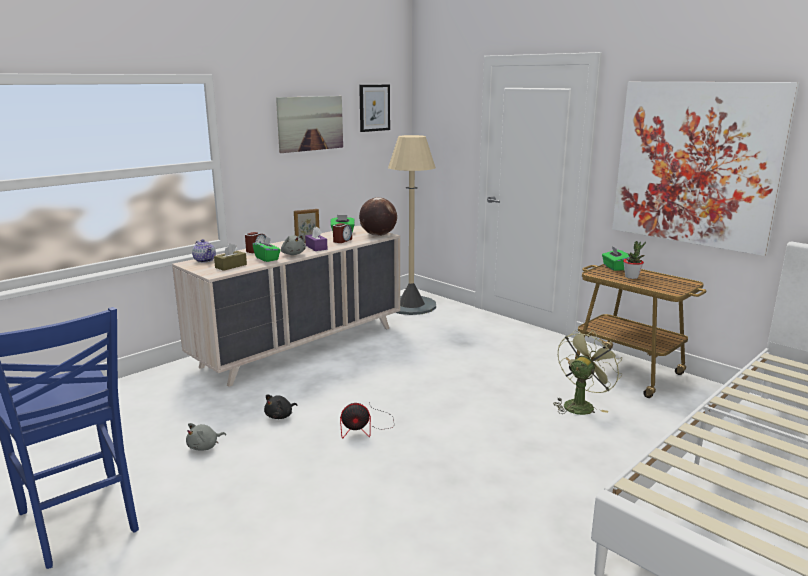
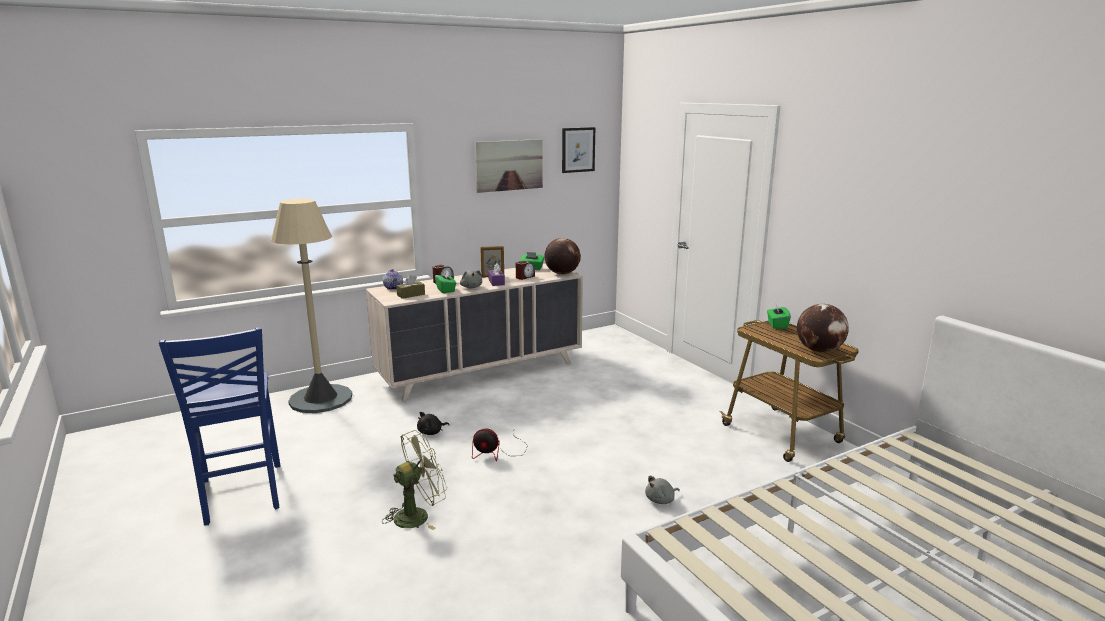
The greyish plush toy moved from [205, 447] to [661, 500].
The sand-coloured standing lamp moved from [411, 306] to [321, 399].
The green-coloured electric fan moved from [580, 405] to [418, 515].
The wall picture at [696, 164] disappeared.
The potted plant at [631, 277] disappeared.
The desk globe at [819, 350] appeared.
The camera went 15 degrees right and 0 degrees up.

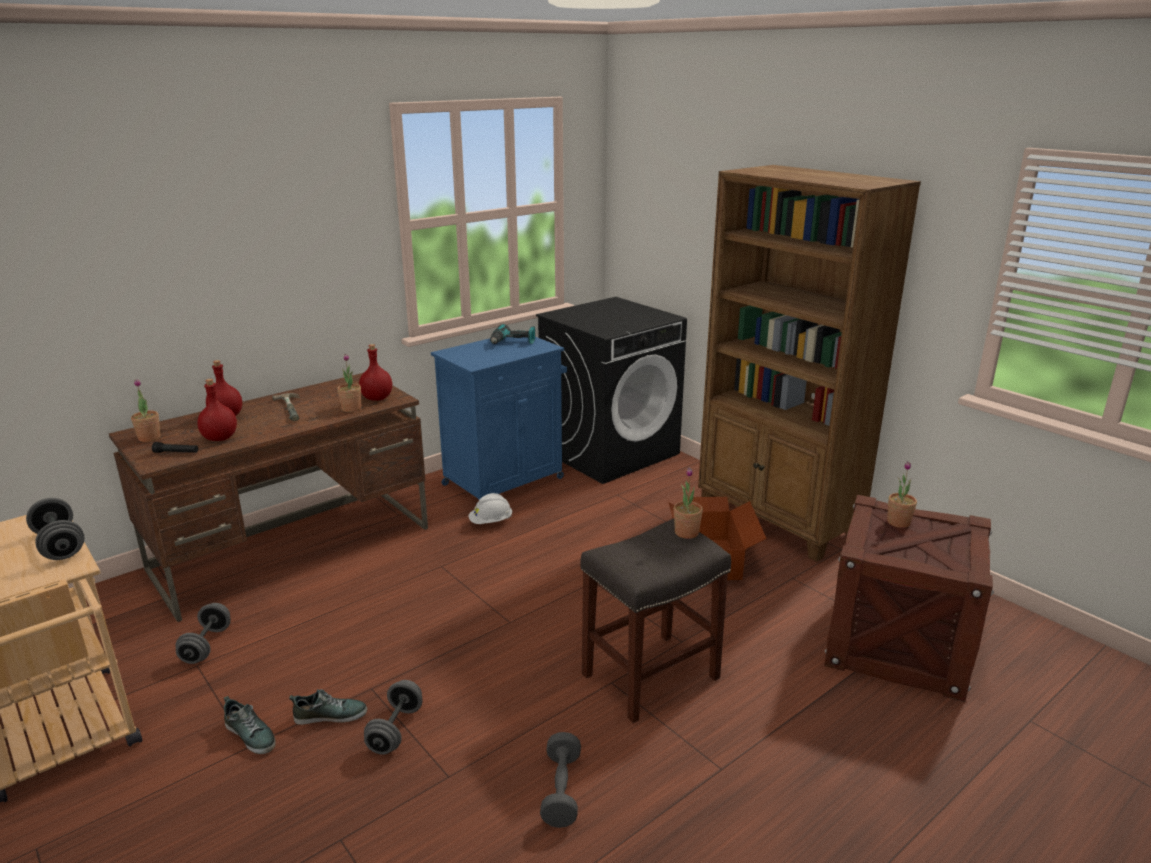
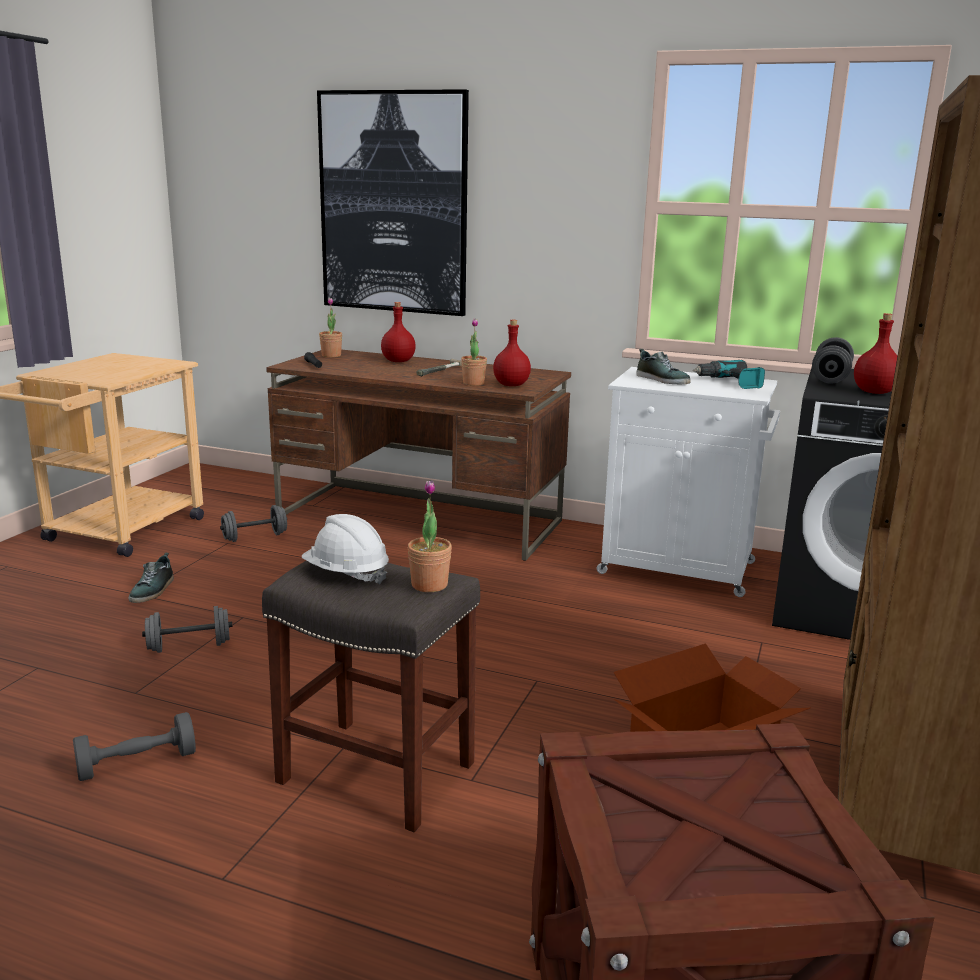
The greyish dumbbell moved from [60, 545] to [830, 378].
The red drink bottle moved from [220, 438] to [875, 392].
The item of footwear moved from [330, 715] to [663, 380].
The blue-coloured storage cabinet at [505, 481] became the white storage cabinet at [680, 568].
The white hard hat moved from [491, 522] to [346, 574].
The potted plant at [898, 522] disappeared.
The wall picture at [393, 204] appeared.
The camera went 60 degrees right and 5 degrees down.

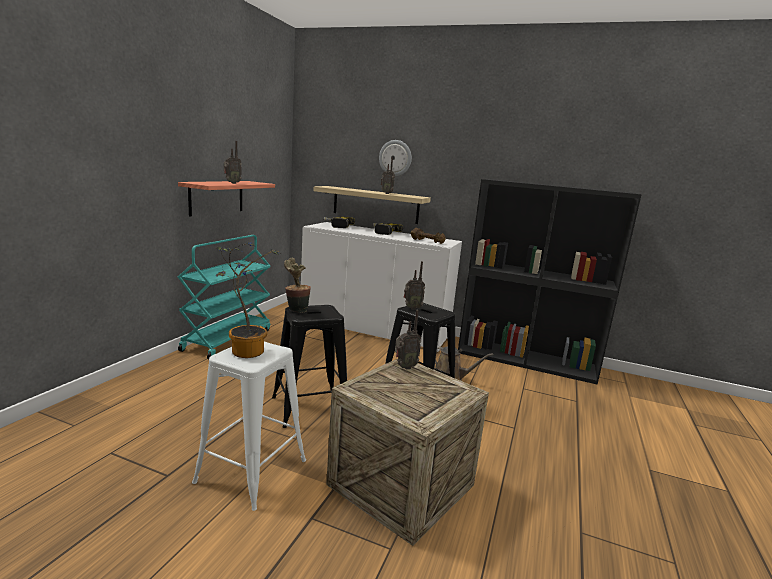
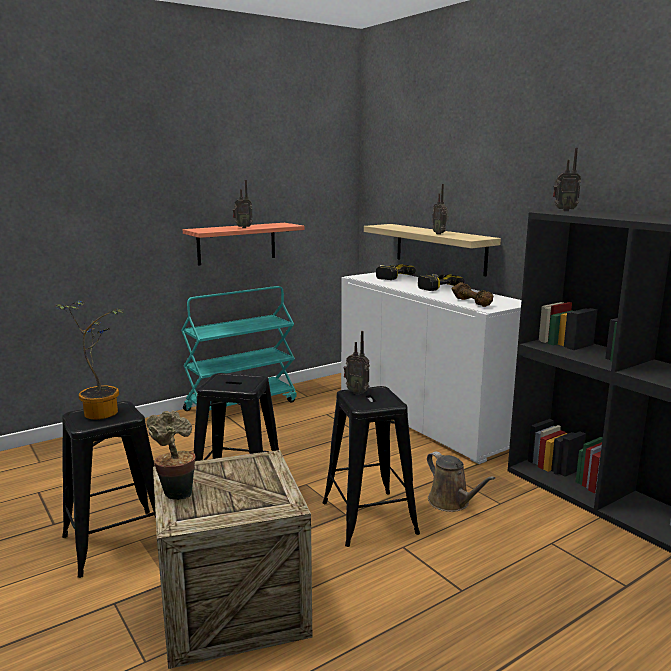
The white stool seat at [252, 470] became the blackish stool seat at [117, 541].
The potted plant moved from [296, 310] to [176, 492].
The wall clock at [395, 158] disappeared.
The radio set moved from [404, 367] to [563, 210].
The camera went 35 degrees right and 0 degrees up.

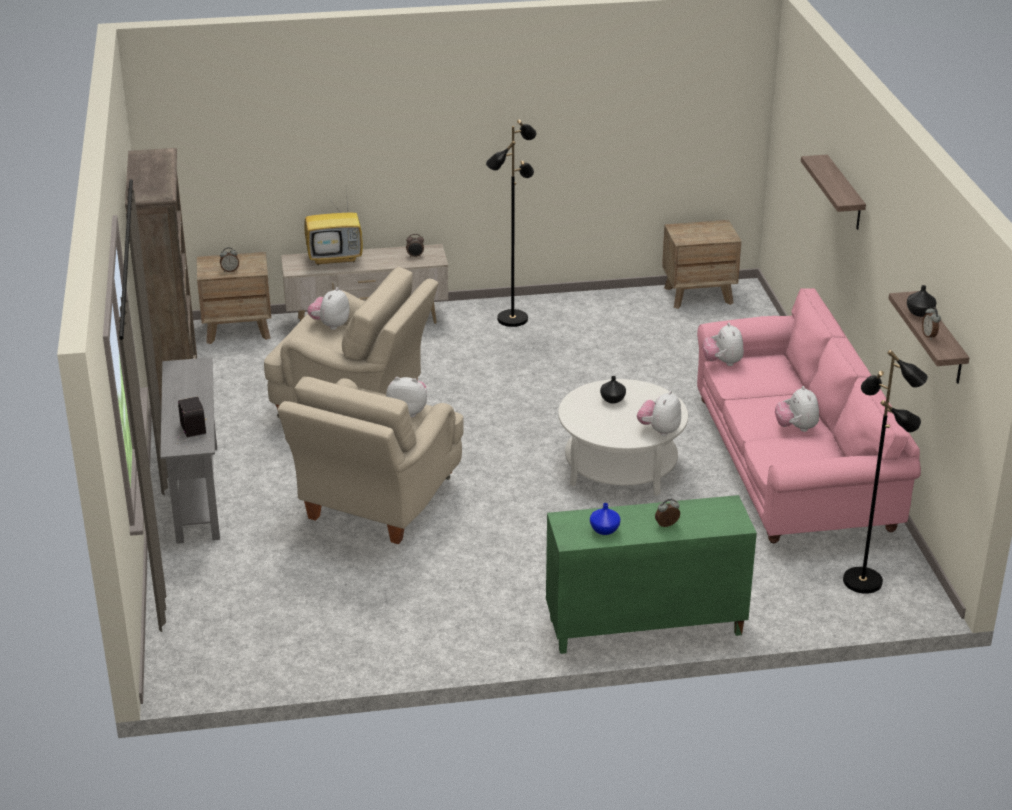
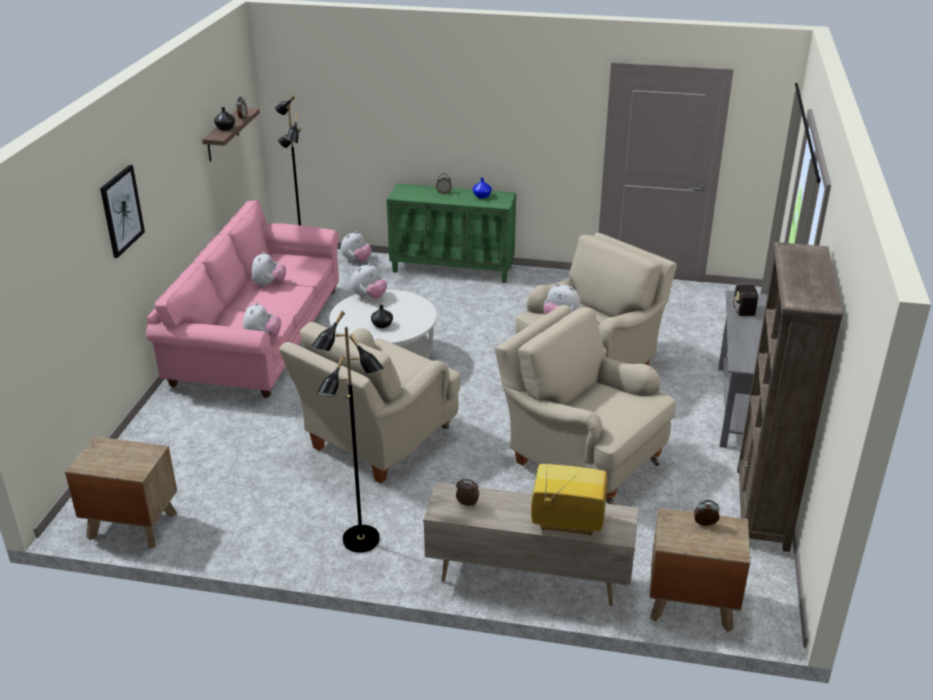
The plush toy moved from [330, 325] to [356, 260].
The bracket shelf at [844, 193] was replaced by the wall picture at [121, 211].
The sand-coloured armchair at [377, 443] appeared.
The camera went 160 degrees left and 0 degrees up.

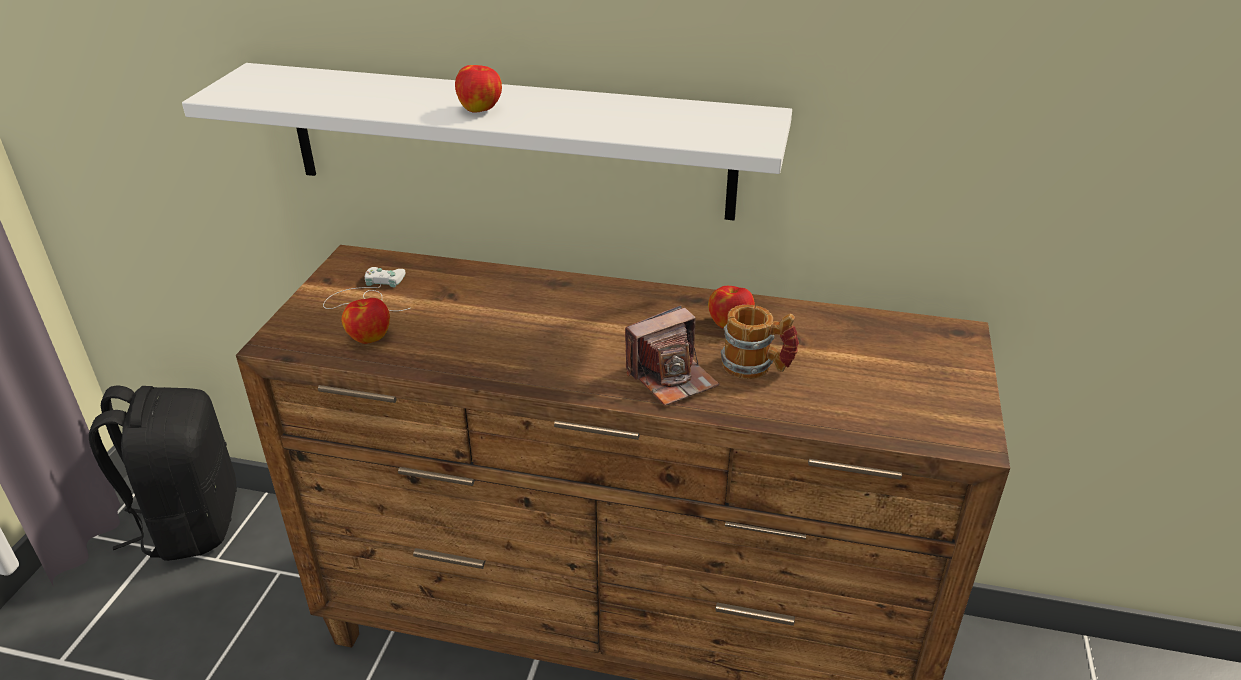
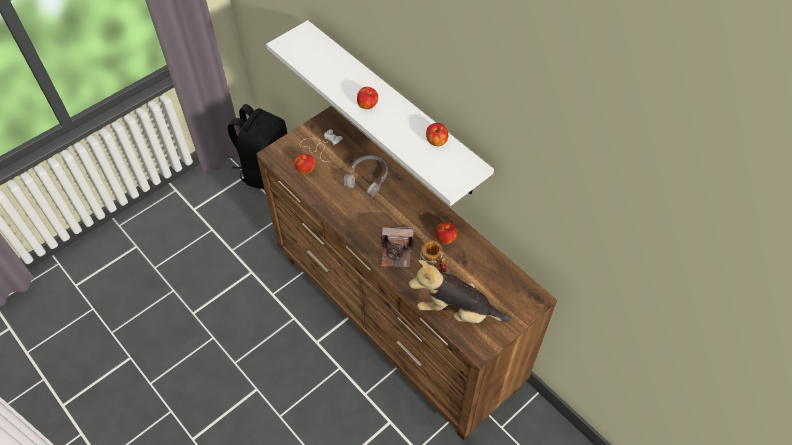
The greyish pair of headphones at [368, 178] appeared.
The plush toy at [456, 311] appeared.
The apple at [436, 142] appeared.
The camera went 35 degrees right and 20 degrees up.

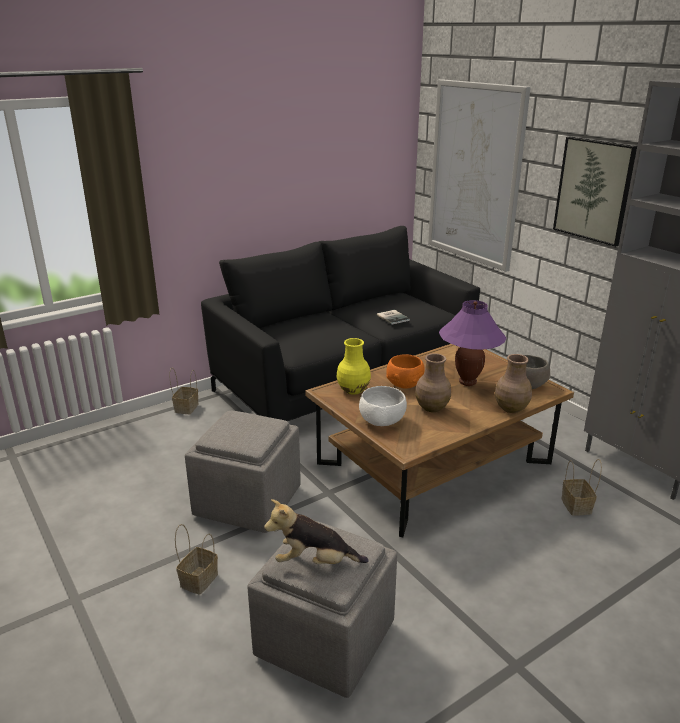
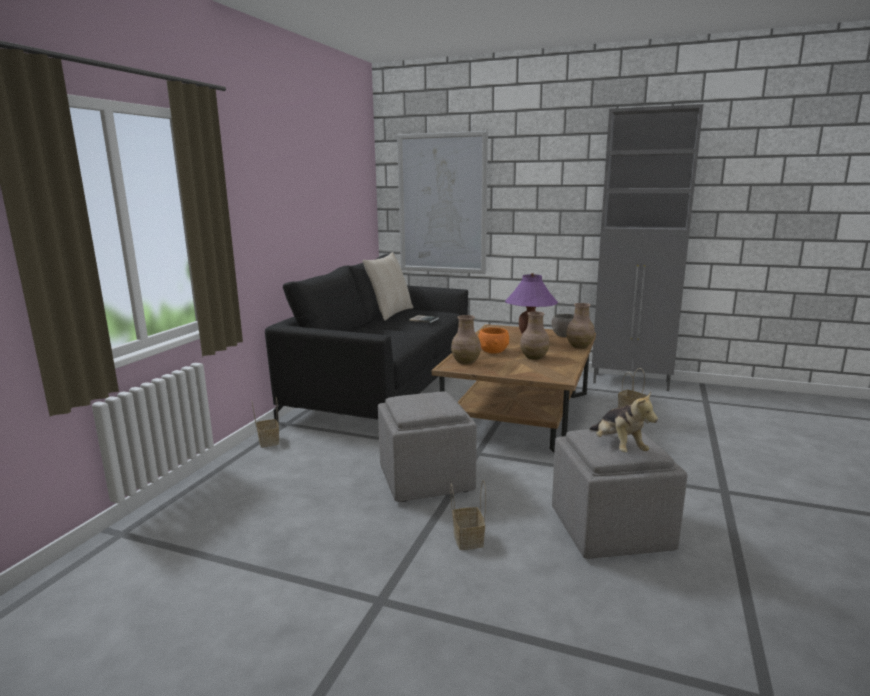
The plush toy at [314, 562] turned 75 degrees counterclockwise.
The yellow-coloured vase at [353, 390] became the brown vase at [466, 361].
The white deep dish at [381, 421] disappeared.
The wall picture at [594, 190] disappeared.
The sand-coloured pillow at [390, 313] appeared.
The camera went 35 degrees left and 10 degrees down.

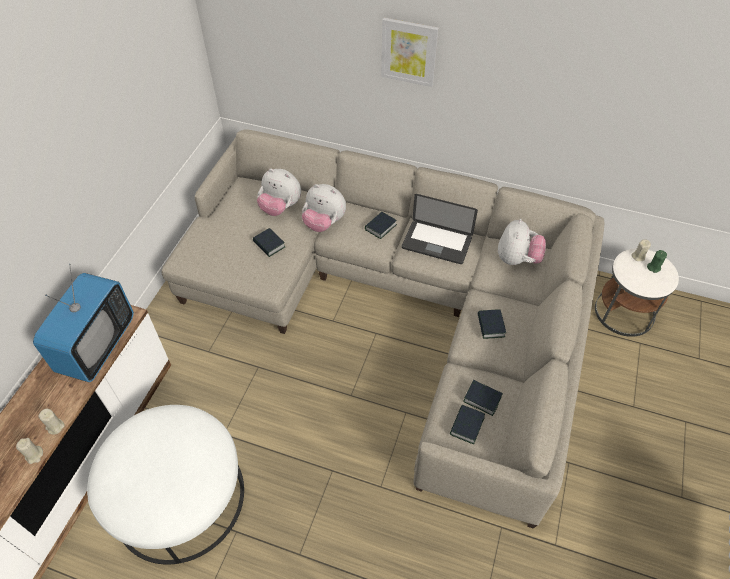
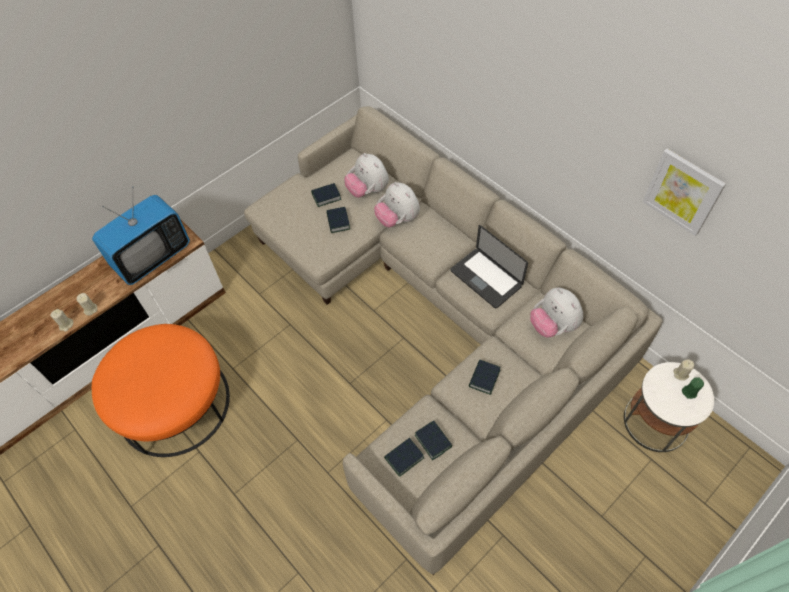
The white ottoman at [179, 497] became the orangey ottoman at [174, 403].
The bound book moved from [380, 227] to [326, 197].
The wall picture moved from [409, 51] to [683, 191].
The plush toy at [517, 259] turned 105 degrees clockwise.
The camera went 30 degrees right and 5 degrees up.

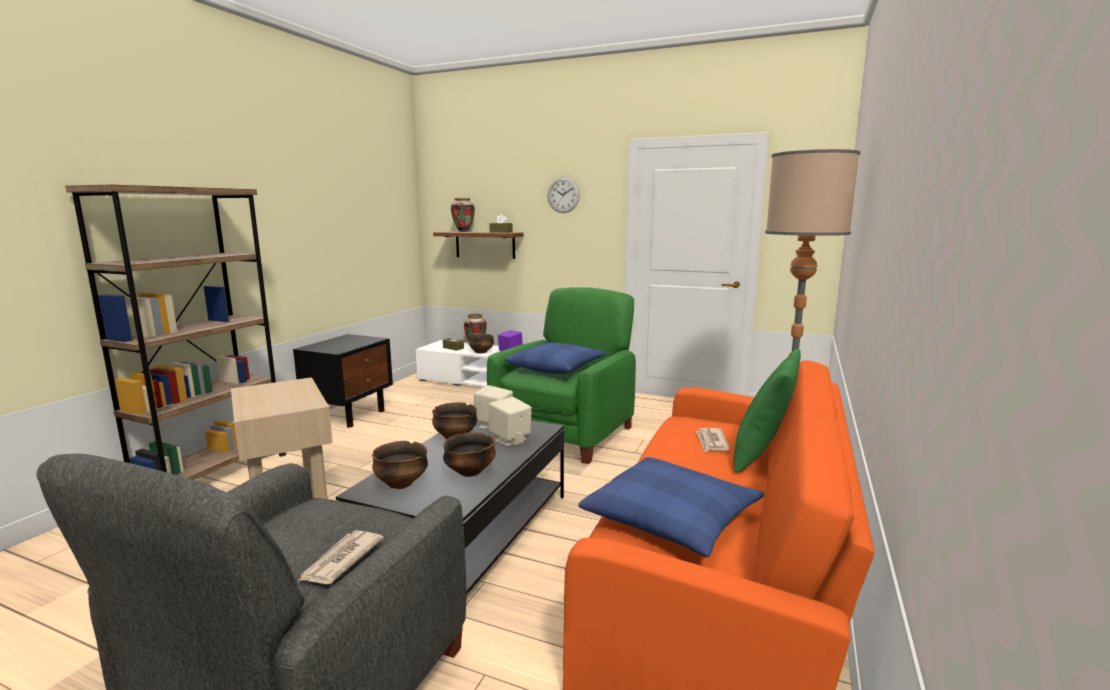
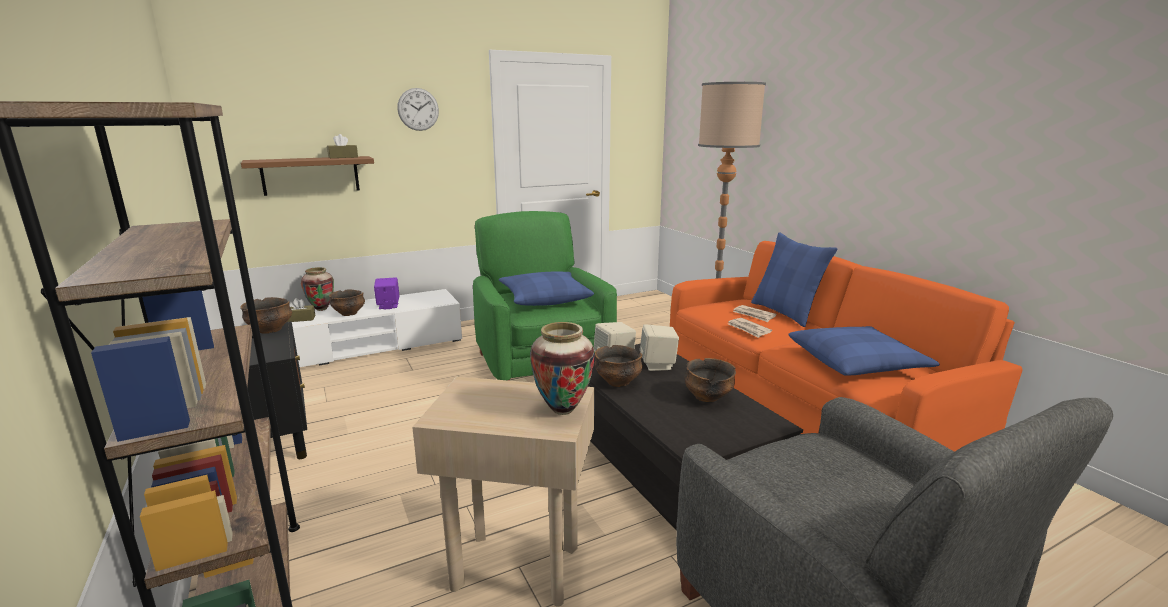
The newspaper moved from [341, 560] to [748, 329].
The deep dish moved from [401, 483] to [270, 330].
The vase moved from [463, 231] to [562, 410].
The green-coloured pillow at [762, 454] became the blue-coloured pillow at [785, 313].
The camera went 50 degrees left and 5 degrees up.

